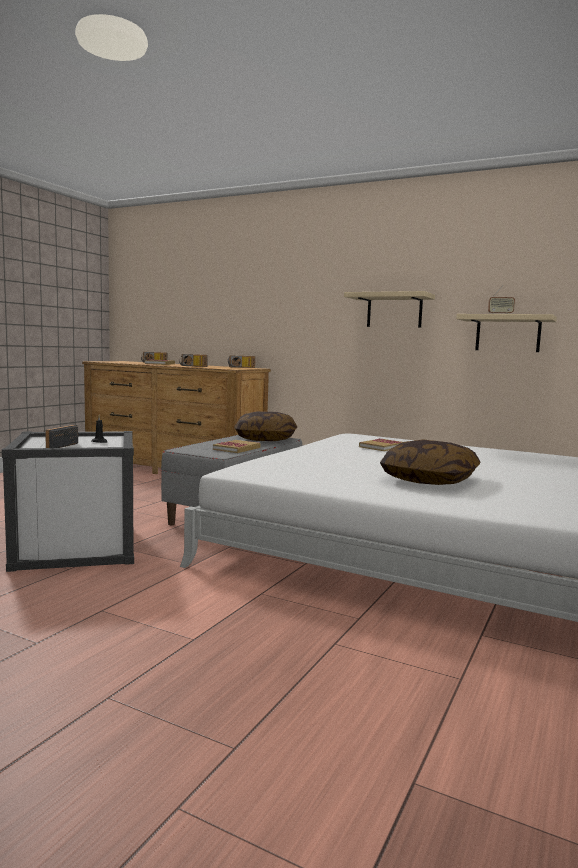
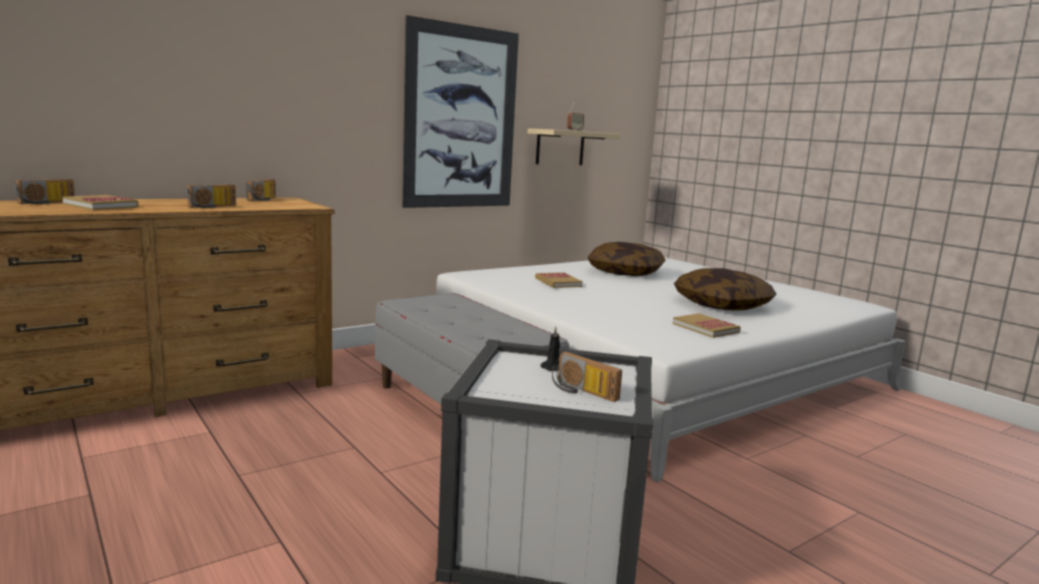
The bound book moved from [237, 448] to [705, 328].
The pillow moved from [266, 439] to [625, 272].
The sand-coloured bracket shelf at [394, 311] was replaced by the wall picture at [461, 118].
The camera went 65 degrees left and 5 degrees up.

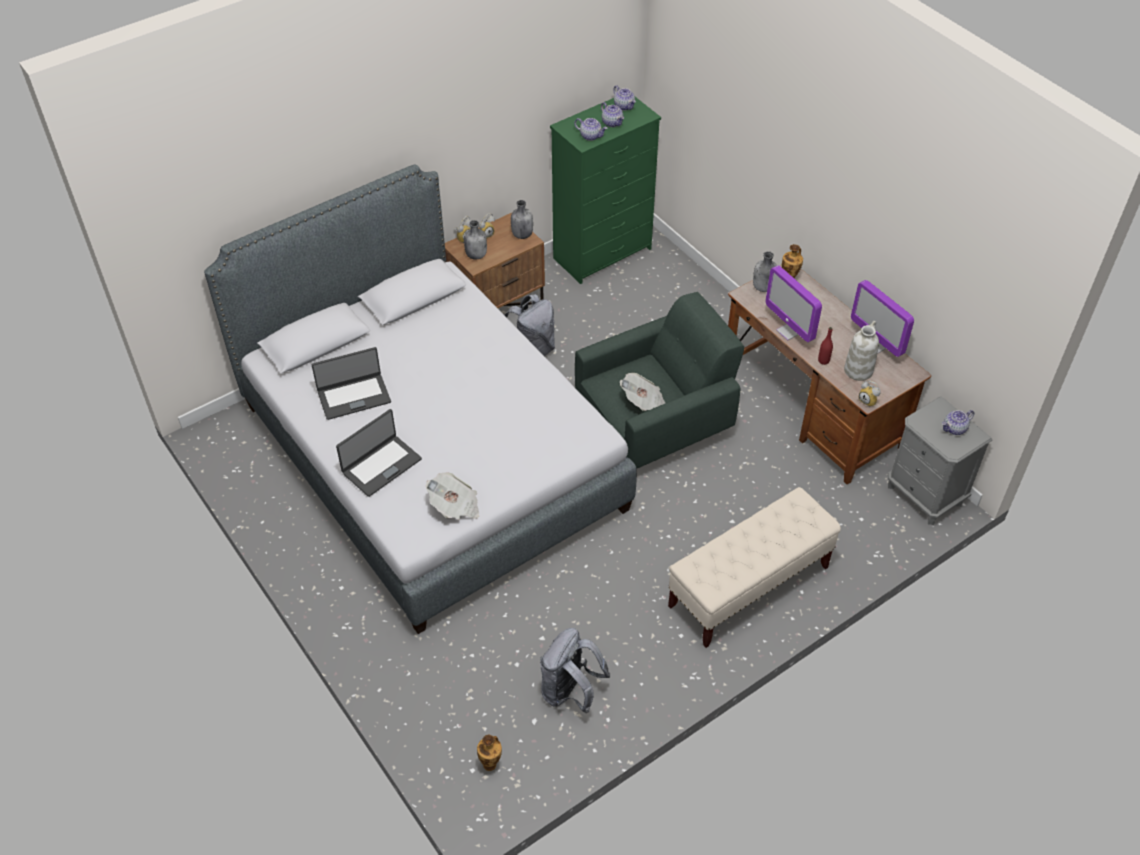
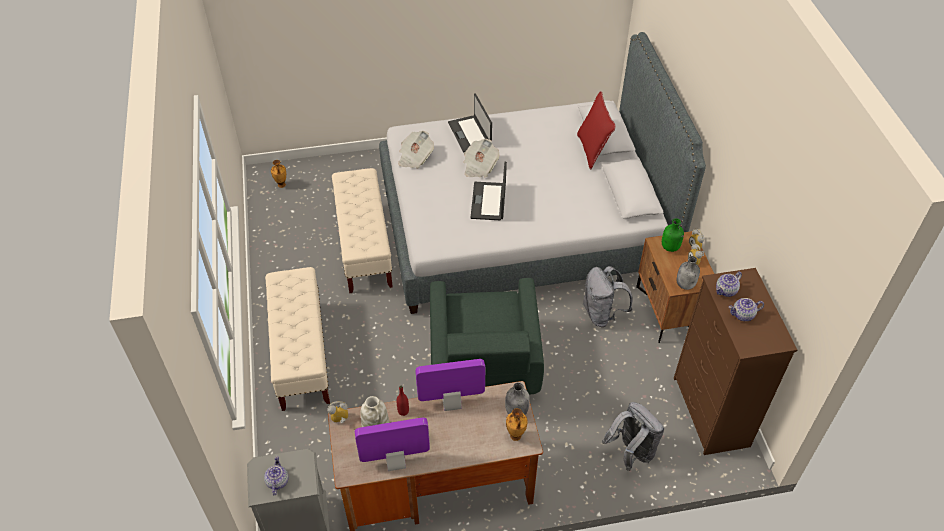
The notebook computer moved from [354, 396] to [489, 201].
The greyish drink bottle at [476, 255] became the green-coloured drink bottle at [670, 247].
The greyish knapsack moved from [570, 692] to [631, 452].
The green-coloured drawer chest at [603, 253] became the brown drawer chest at [710, 412].
The pot for tea at [624, 106] disappeared.
The newspaper moved from [643, 402] to [479, 166].
The sand-coloured long seat at [364, 247] appeared.
The red pillow at [592, 150] appeared.
The camera went 115 degrees right and 0 degrees up.

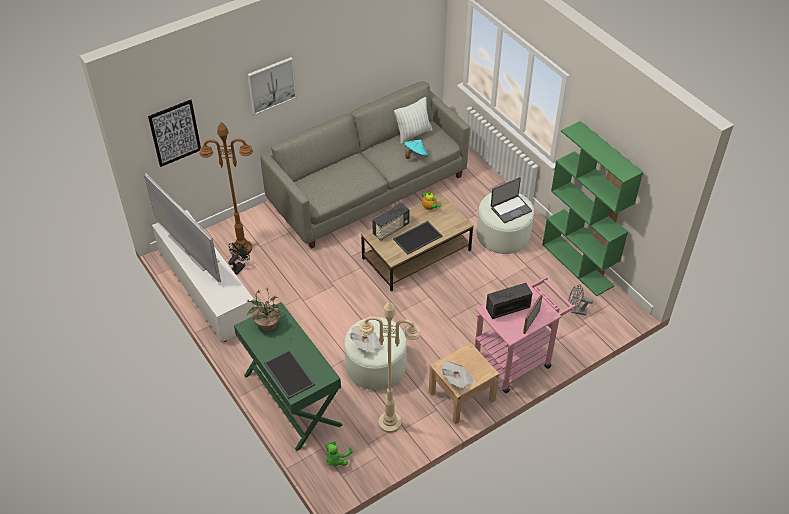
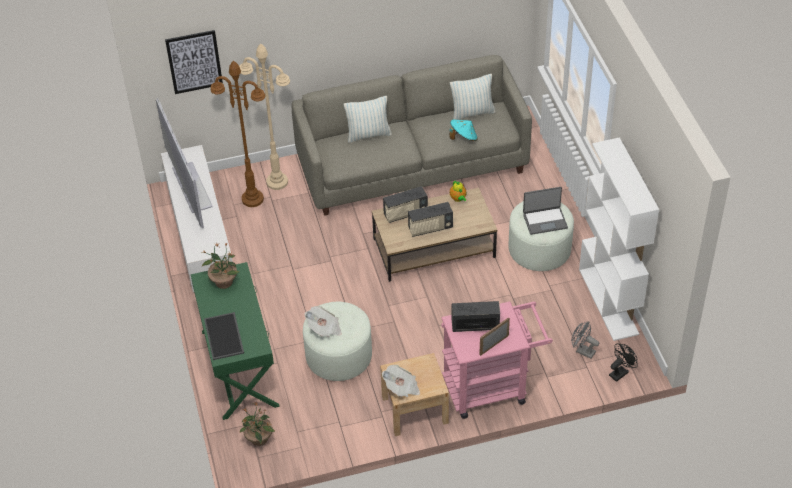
The blackish electric fan moved from [239, 266] to [620, 372].
The wall picture at [271, 85] disappeared.
The green-coloured plush toy at [337, 459] was replaced by the potted plant at [259, 439].
The sand-coloured standing lamp moved from [389, 423] to [276, 182].
The serving tray at [417, 237] was replaced by the radio set at [430, 228].
The green-coloured shelving unit at [578, 265] became the white shelving unit at [609, 301].
The pillow at [368, 134] appeared.
The camera went 20 degrees right and 0 degrees up.

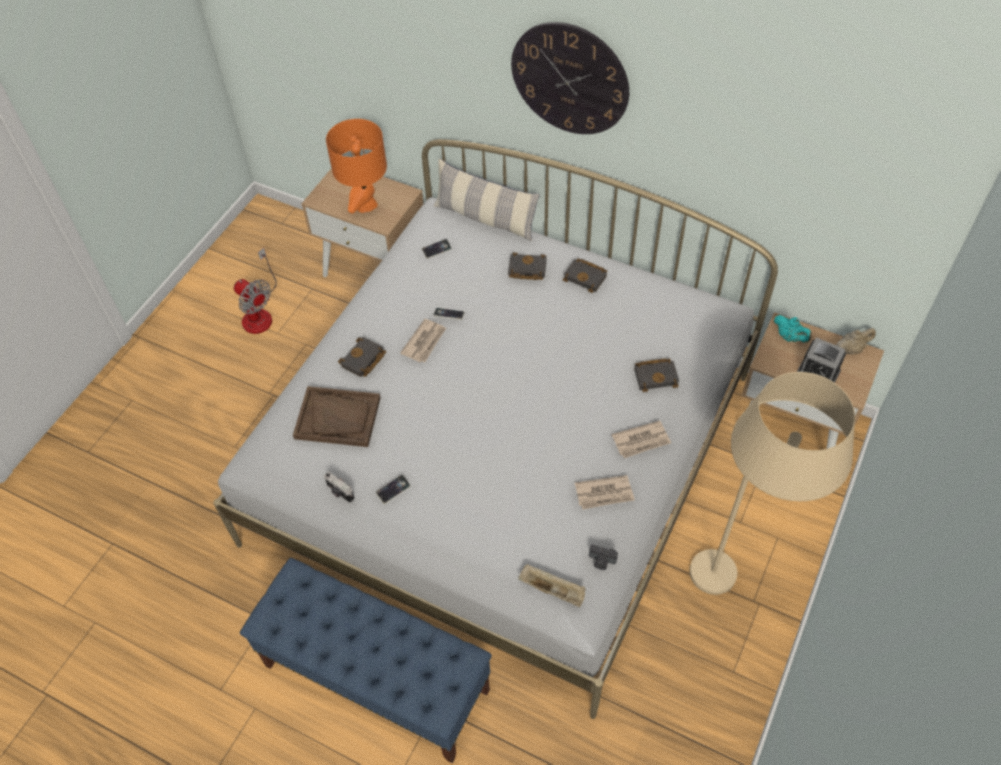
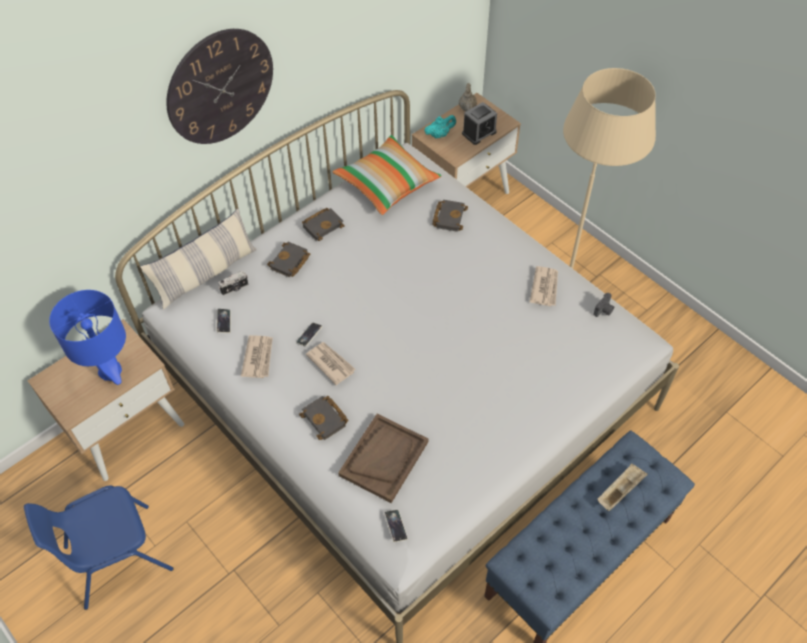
The electric fan at [259, 312] was replaced by the blue-coloured chair at [116, 557].
The photo camera moved from [339, 492] to [235, 288].
The orangey tabletop lamp at [366, 205] became the blue-coloured tabletop lamp at [110, 371].
The telephone moved from [393, 490] to [395, 526].
The sand-coloured serving tray moved from [553, 590] to [620, 490].
The newspaper moved from [641, 441] to [258, 357].
The pillow at [387, 184] appeared.
The camera went 70 degrees left and 0 degrees up.

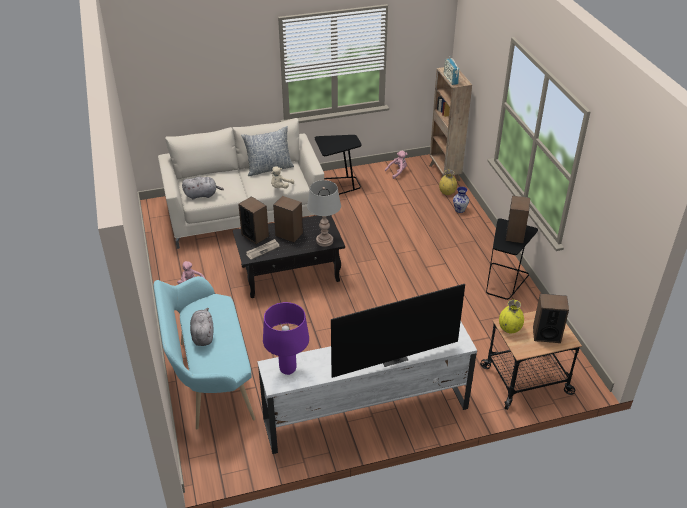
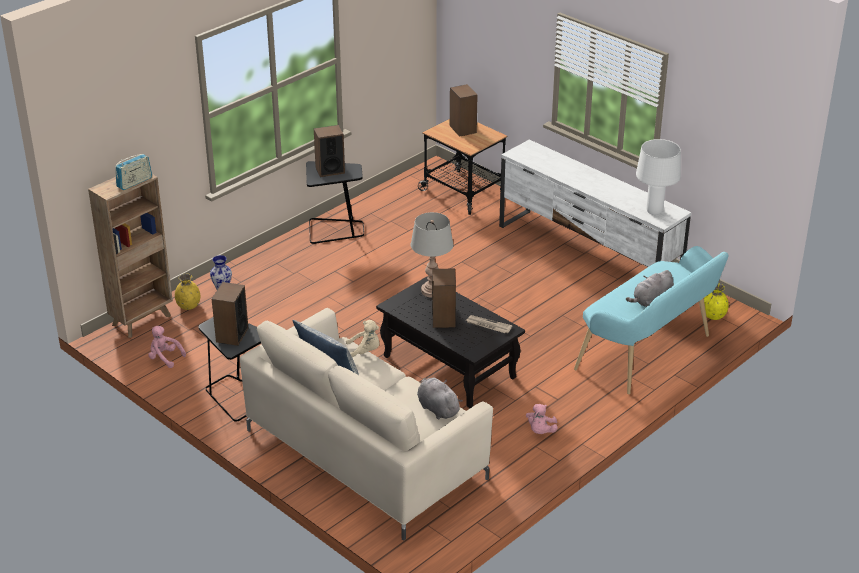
The audio speaker moved from [255, 235] to [232, 335].
The purple-coloured tabletop lamp at [288, 369] became the white tabletop lamp at [654, 211].
The TV set at [393, 357] disappeared.
The yellow-coloured vase moved from [509, 328] to [714, 316].
The camera went 120 degrees left and 5 degrees down.

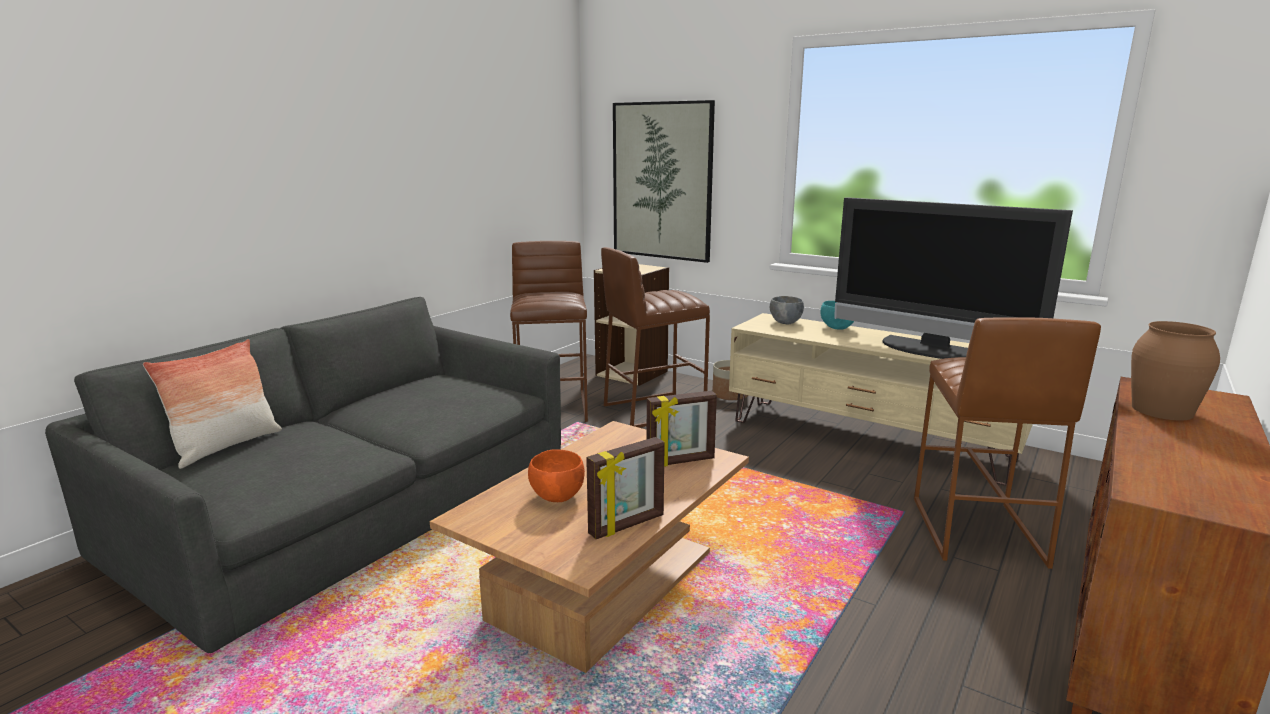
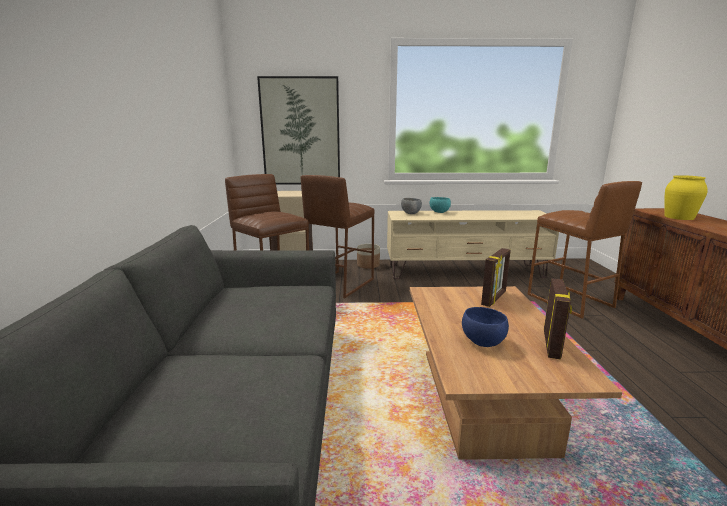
The pillow at [226, 446] disappeared.
The orangey deep dish at [556, 497] became the blue-coloured deep dish at [483, 343].
The TV set at [931, 350] disappeared.
The brown vase at [1162, 411] became the yellow-coloured vase at [679, 217].
The camera went 35 degrees left and 0 degrees up.

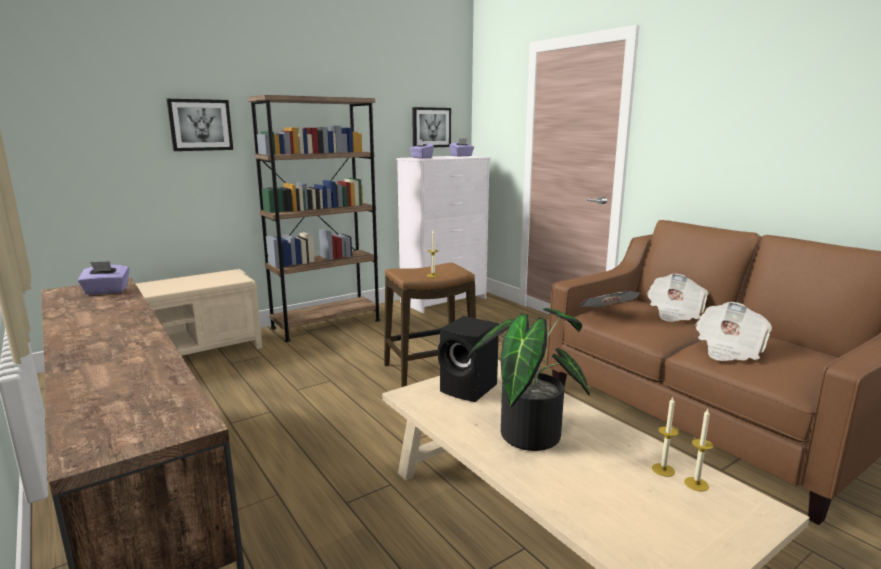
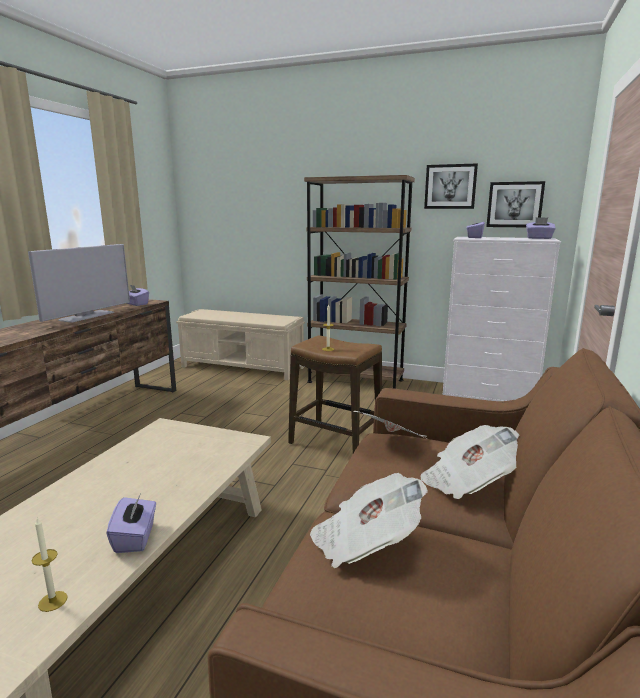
The wall picture moved from [200, 125] to [450, 186].
The blackish audio speaker at [470, 389] disappeared.
The potted plant at [526, 431] disappeared.
The candle at [663, 470] disappeared.
The TV set at [87, 316] appeared.
The purple-coloured tissue box at [135, 538] appeared.
The camera went 55 degrees right and 0 degrees up.

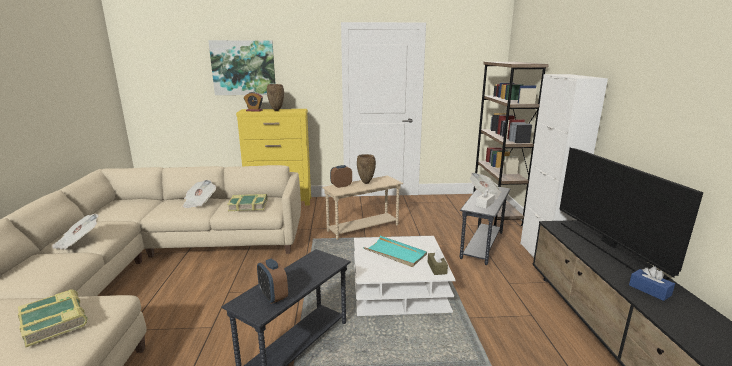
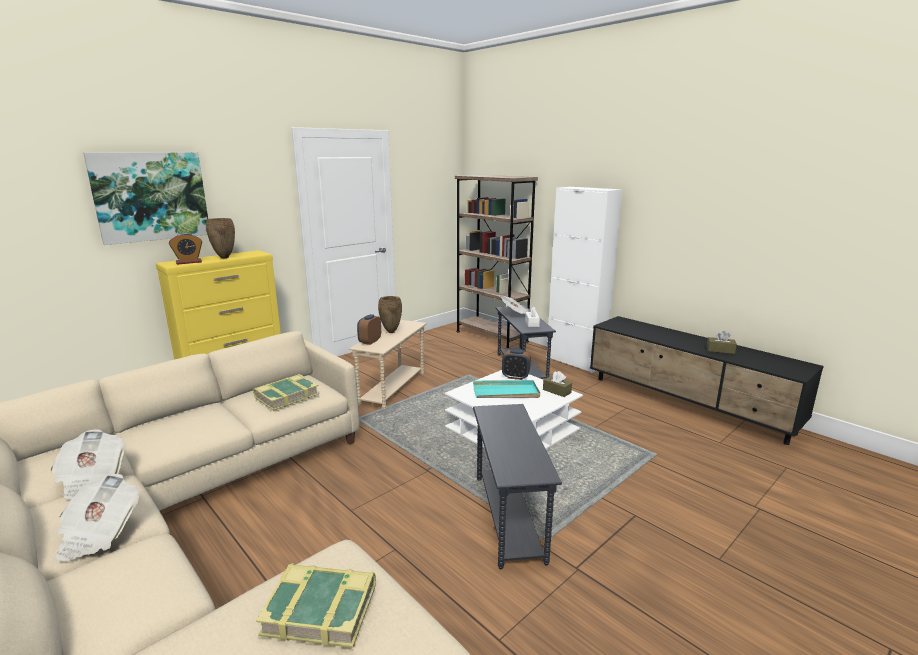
The newspaper moved from [199, 202] to [91, 479].
The bedside clock moved from [273, 296] to [515, 377].
The TV set at [608, 248] disappeared.
The blue-coloured tissue box at [649, 290] became the brown tissue box at [720, 350].
The camera went 40 degrees left and 0 degrees up.

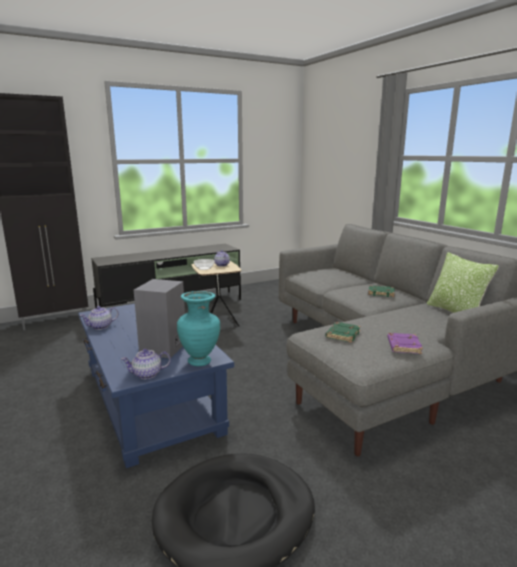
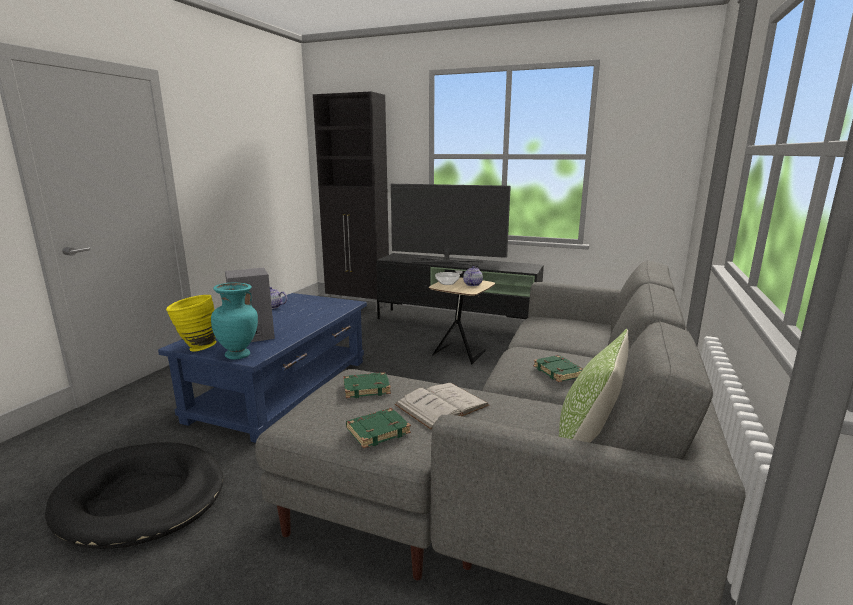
The pot for tea at [147, 374] was replaced by the yellow-coloured vase at [196, 348].
The purple-coloured bound book at [403, 346] became the green-coloured bound book at [378, 431].
The TV set at [447, 262] appeared.
The white bound book at [441, 405] appeared.
The camera went 50 degrees right and 0 degrees up.

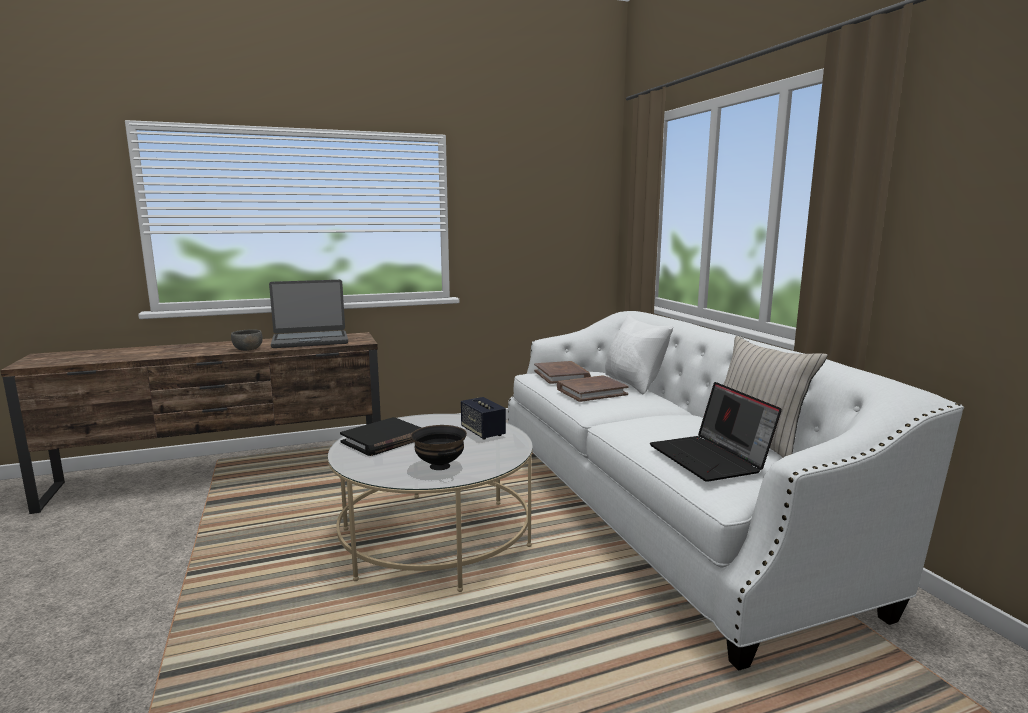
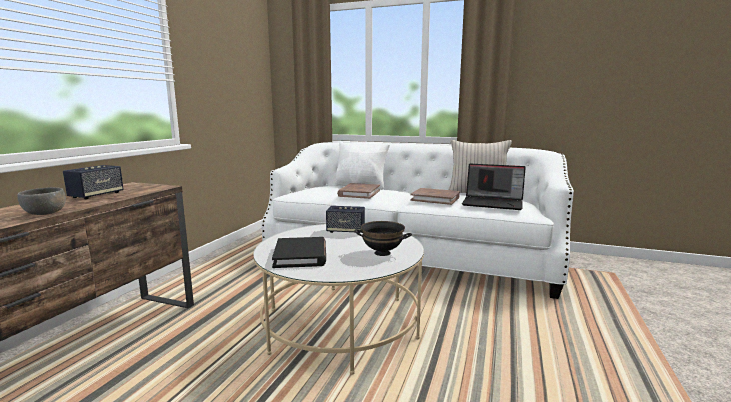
The notebook computer at [310, 340] was replaced by the audio speaker at [96, 195].
The brown bound book moved from [561, 375] to [435, 199].
The camera went 50 degrees left and 0 degrees up.

